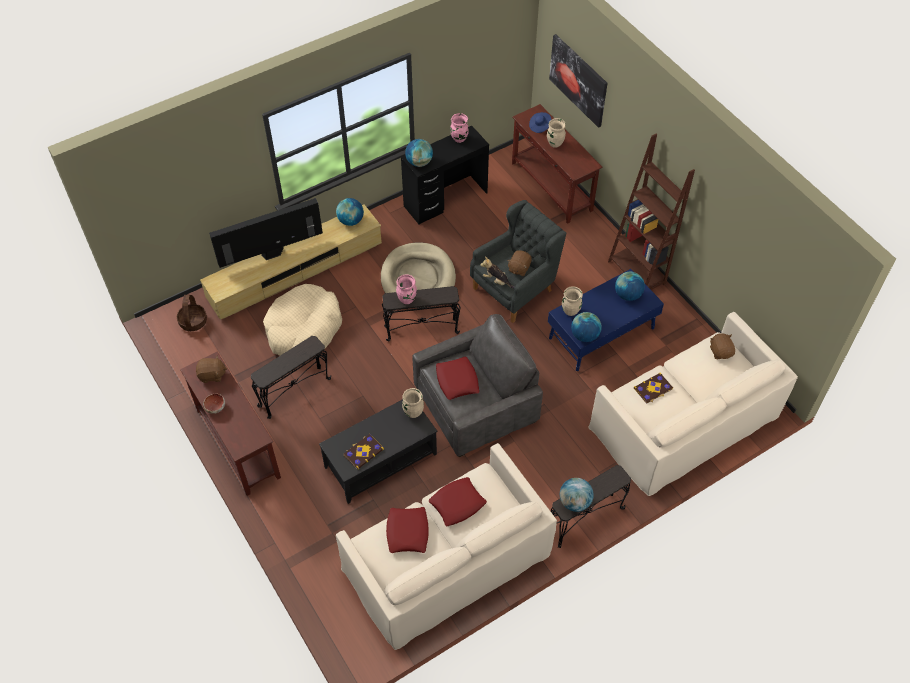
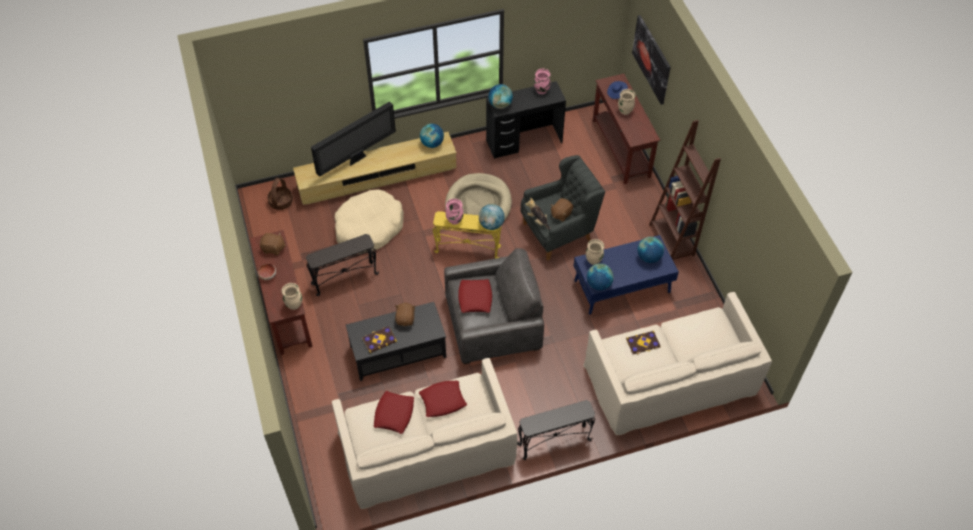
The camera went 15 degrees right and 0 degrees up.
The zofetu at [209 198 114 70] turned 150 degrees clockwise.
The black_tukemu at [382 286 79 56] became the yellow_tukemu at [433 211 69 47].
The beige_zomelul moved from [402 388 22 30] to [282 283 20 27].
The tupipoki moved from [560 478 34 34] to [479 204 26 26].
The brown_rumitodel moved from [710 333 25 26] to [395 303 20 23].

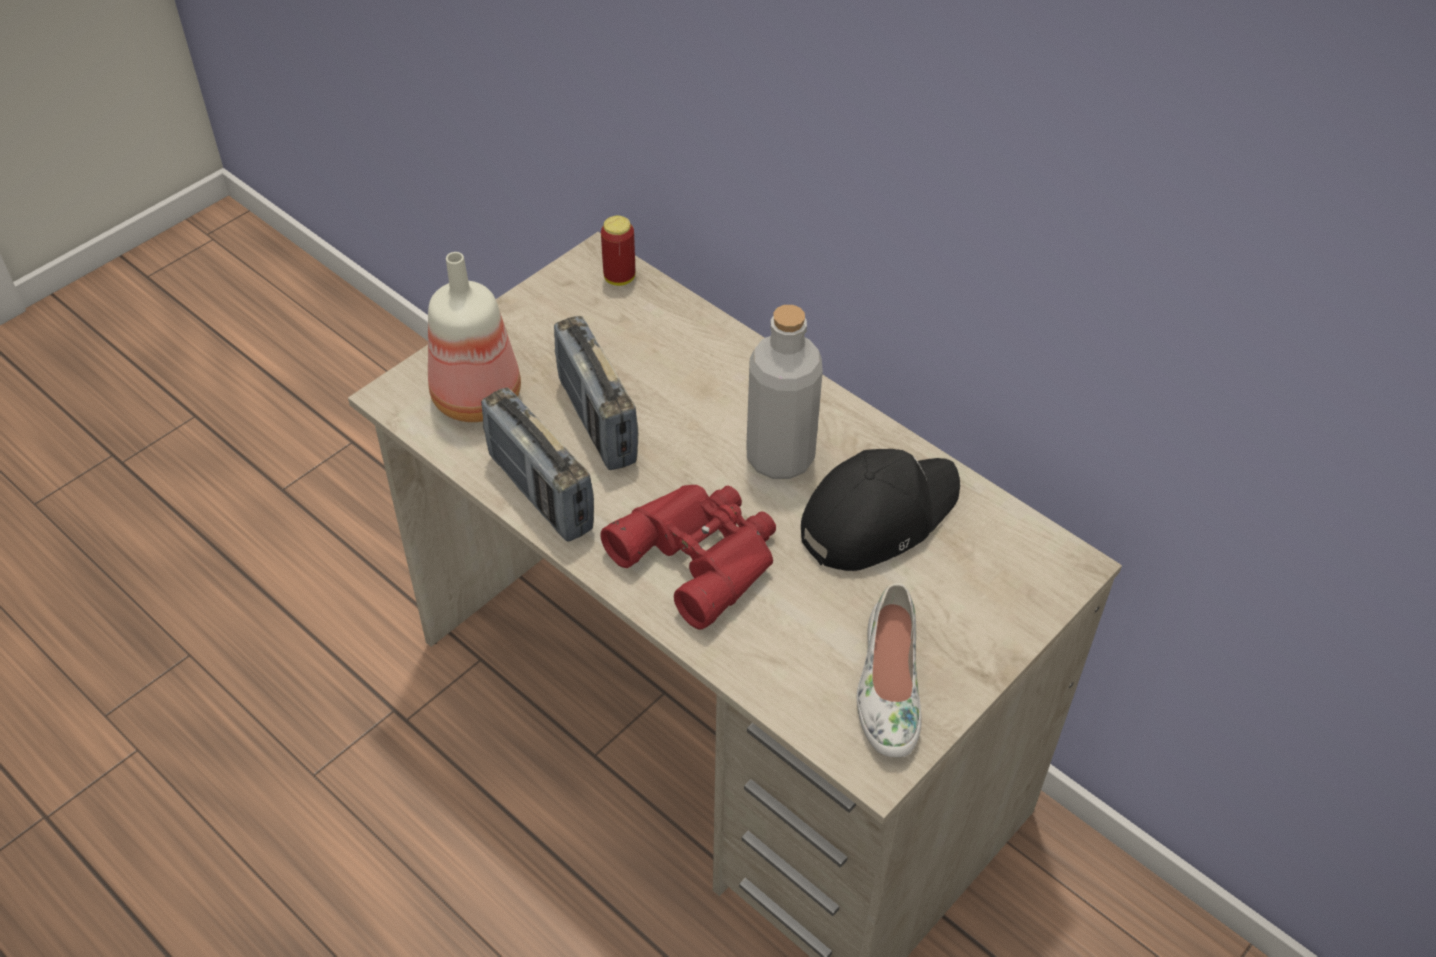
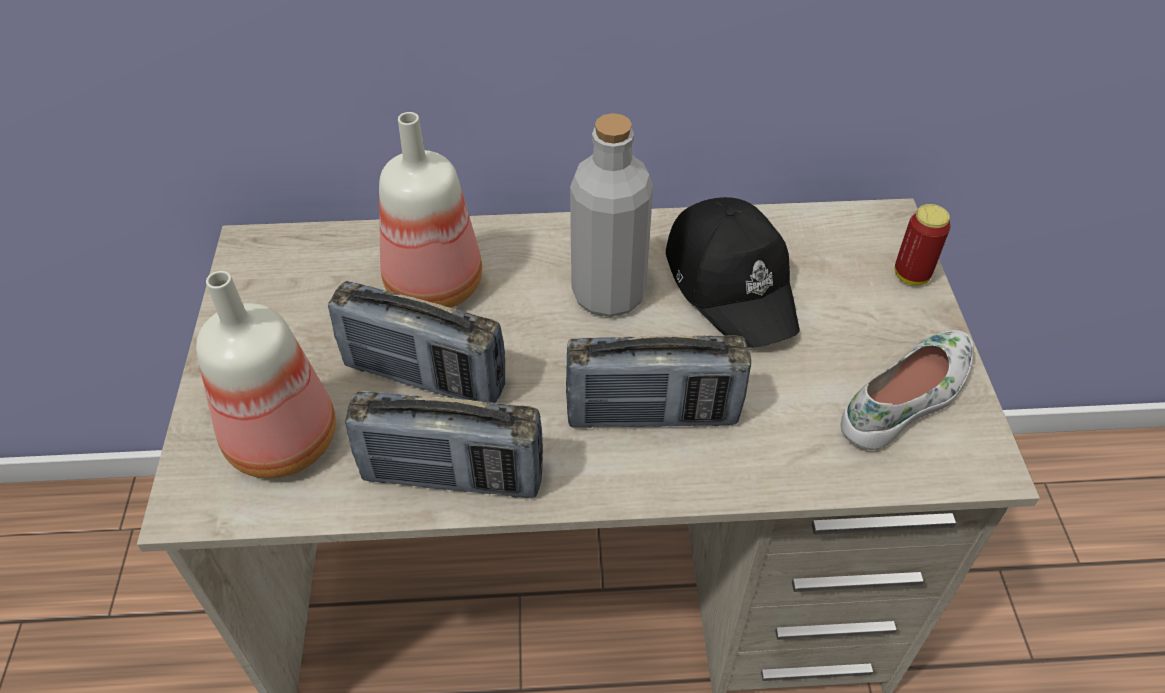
The camera went 45 degrees left and 0 degrees up.
The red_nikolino at [600 485 176 145] was replaced by the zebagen at [566 335 185 93].
The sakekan moved from [601 216 34 70] to [894 204 57 81].
The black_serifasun at [801 449 159 122] turned 150 degrees clockwise.
The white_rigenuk at [857 583 65 175] turned 90 degrees counterclockwise.
The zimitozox at [379 112 103 196] appeared.

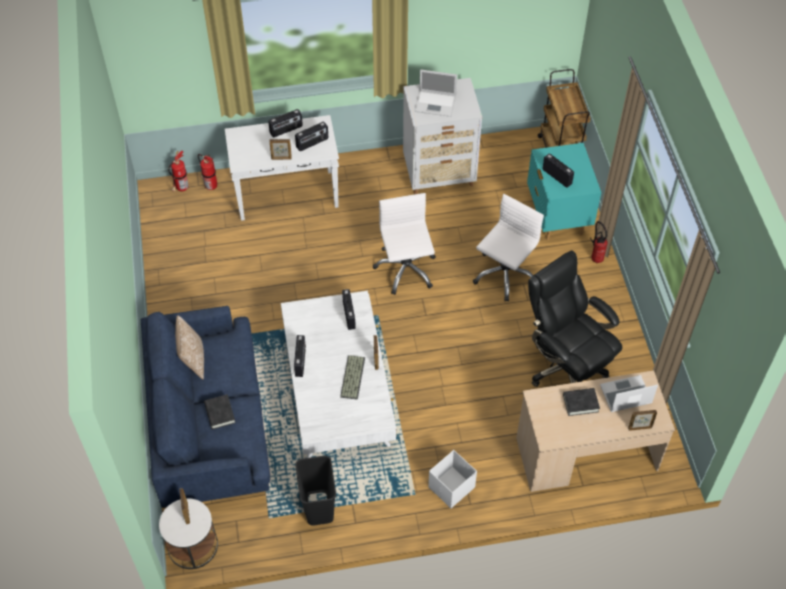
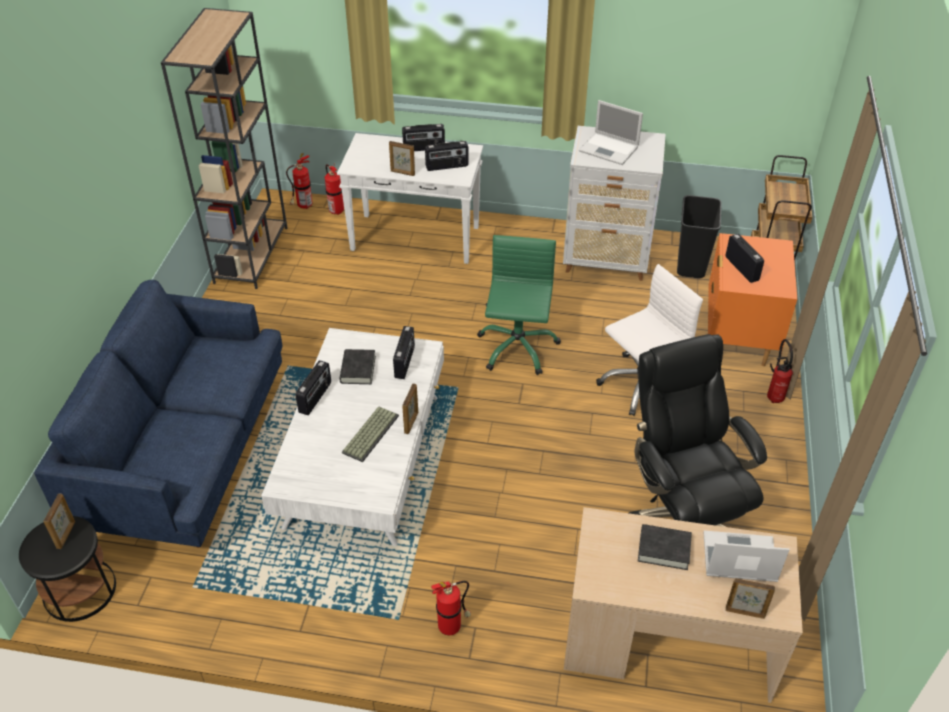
The camera went 20 degrees right and 10 degrees down.
The white_tukemu at [159 498 59 71] became the black_tukemu at [19 516 97 106].
The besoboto at [175 315 29 65] disappeared.
The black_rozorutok moved from [204 394 32 35] to [339 349 37 35].
The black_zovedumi moved from [296 456 40 70] to [677 195 45 83].
The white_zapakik at [373 193 63 102] became the green_zapakik at [477 235 84 140].
The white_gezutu at [428 450 49 58] was replaced by the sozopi at [431 581 40 54].
The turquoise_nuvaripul at [527 143 74 97] became the orange_nuvaripul at [708 233 89 133].
The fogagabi at [161 8 126 281] appeared.

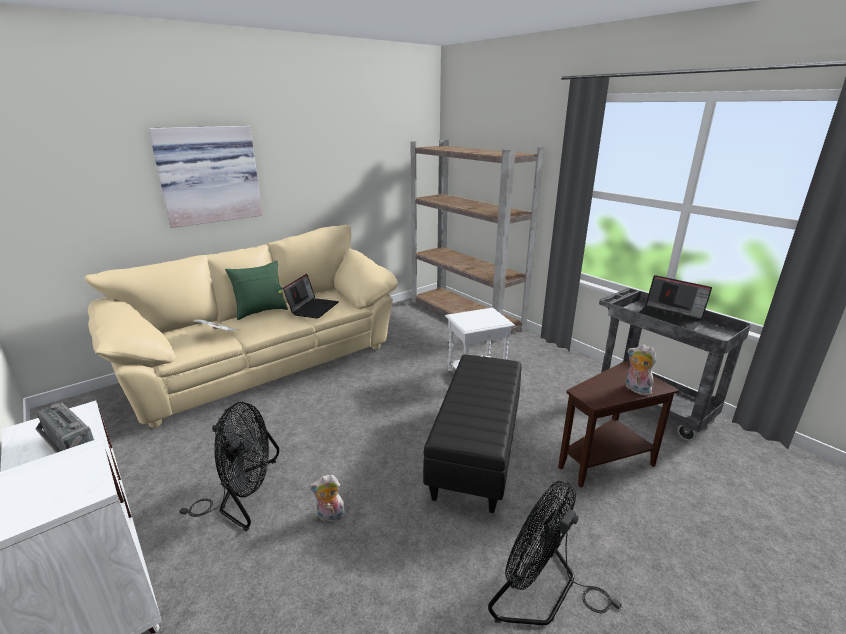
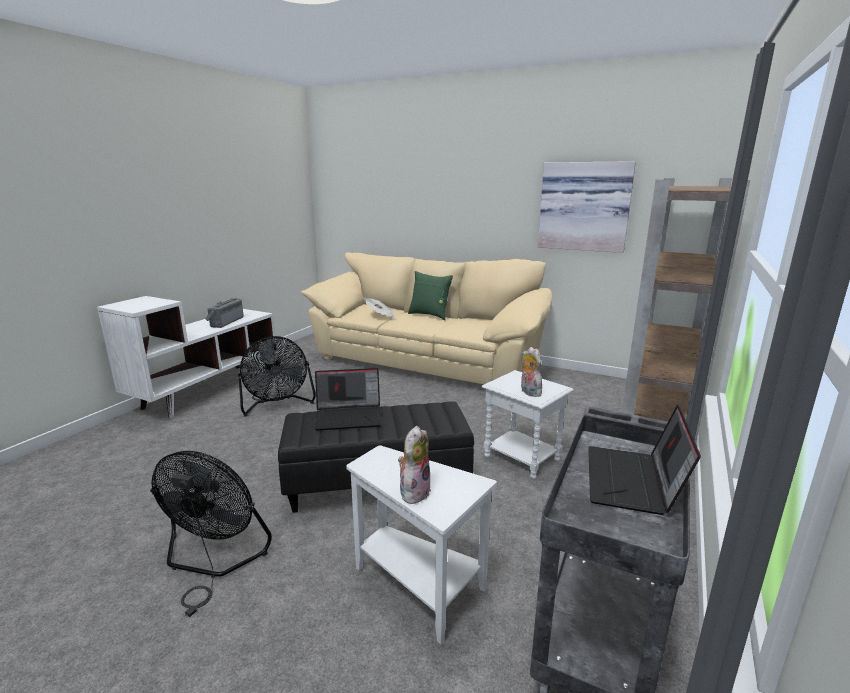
The camera went 65 degrees right and 5 degrees down.
The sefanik moved from [148 126 115 102] to [538 161 98 92].
The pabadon moved from [283 274 56 45] to [314 368 68 63].
The rumitodel moved from [309 475 36 47] to [521 347 21 50].
The brown_tukemu at [558 361 121 126] became the white_tukemu at [346 445 151 199].

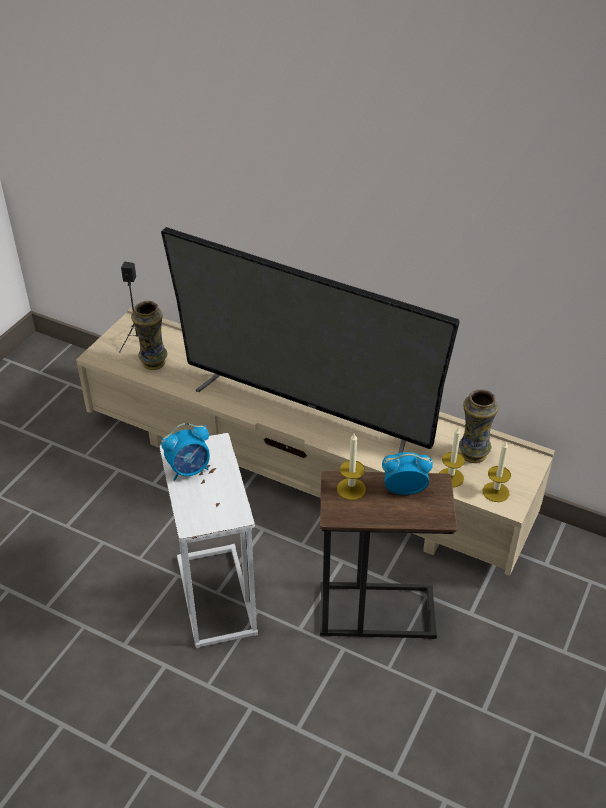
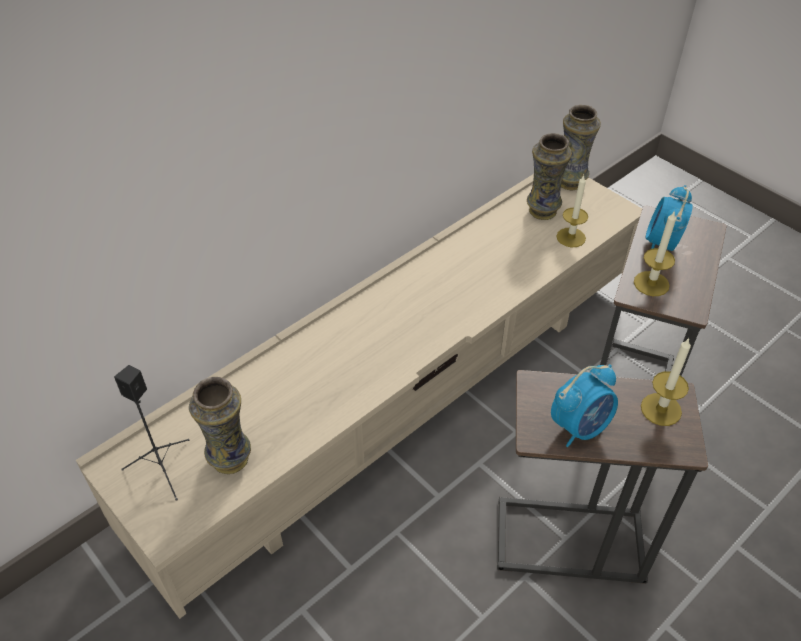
The camera went 70 degrees left and 5 degrees up.
The white_tukemu at [159 433 99 215] became the brown_tukemu at [497 370 211 214].
The zofetu at [161 227 299 226] disappeared.
The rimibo at [161 423 49 58] turned 60 degrees clockwise.
The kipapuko moved from [483 442 28 60] to [641 338 50 88].
The zomelul at [561 105 40 86] appeared.

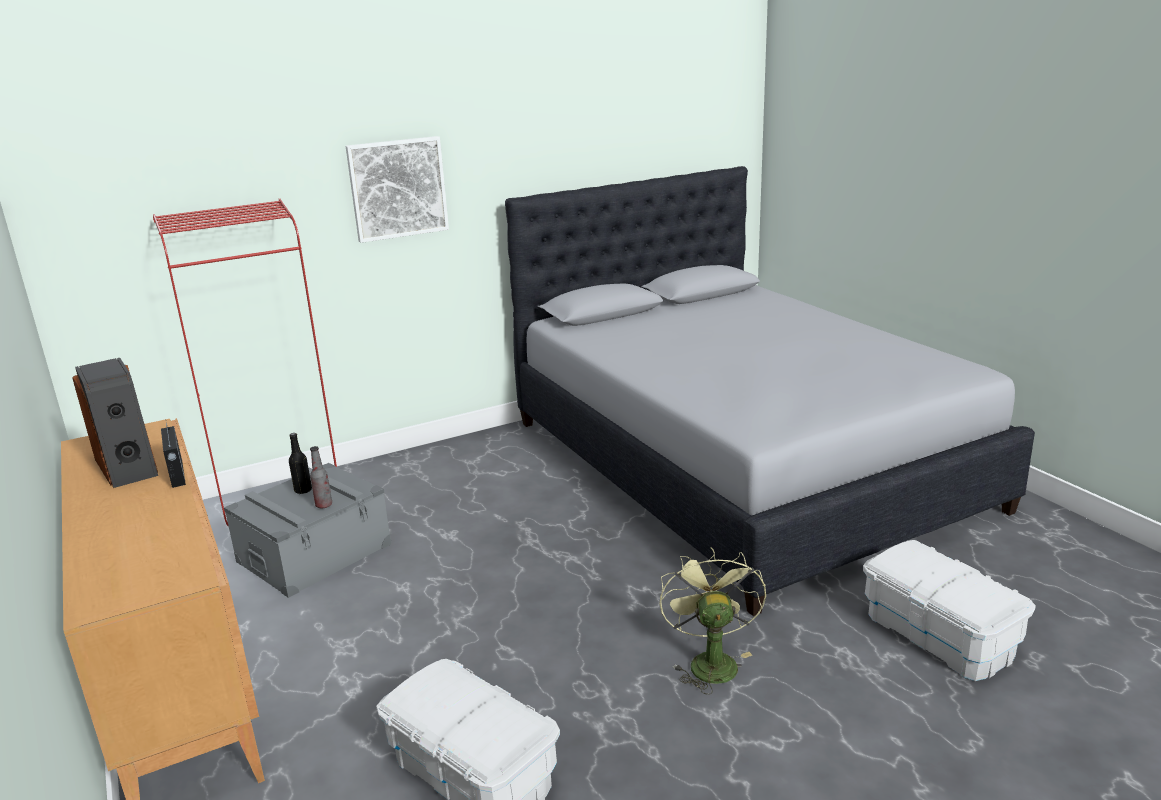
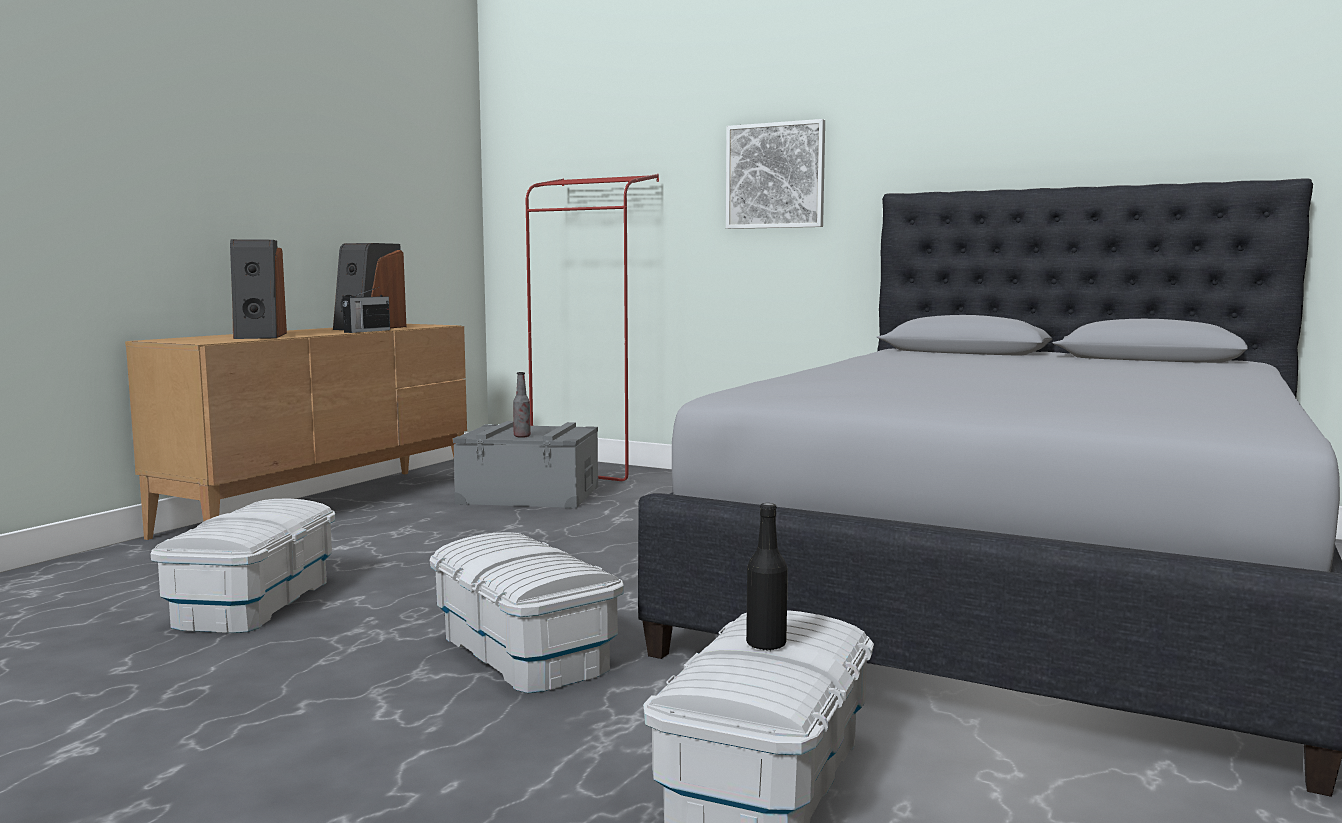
The camera went 55 degrees right and 15 degrees down.
The black_zimitozox moved from [289 433 23 61] to [746 503 42 148].
The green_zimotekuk at [660 547 106 147] was replaced by the white_gezutu at [430 532 194 161].
The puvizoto at [230 239 57 100] appeared.

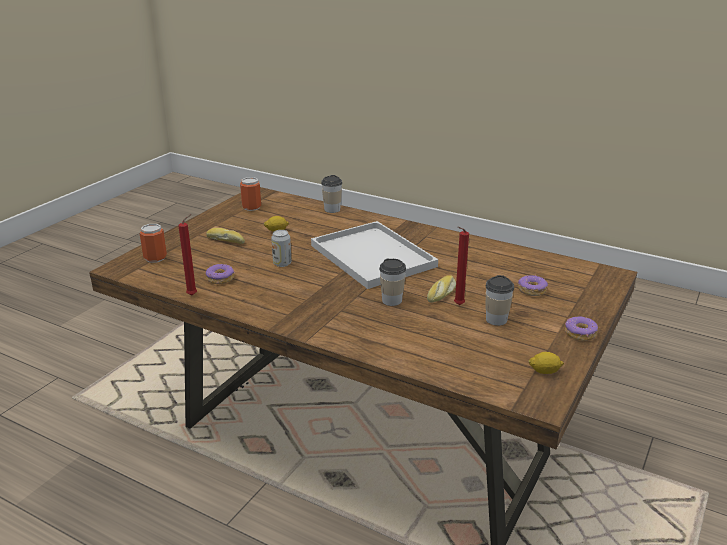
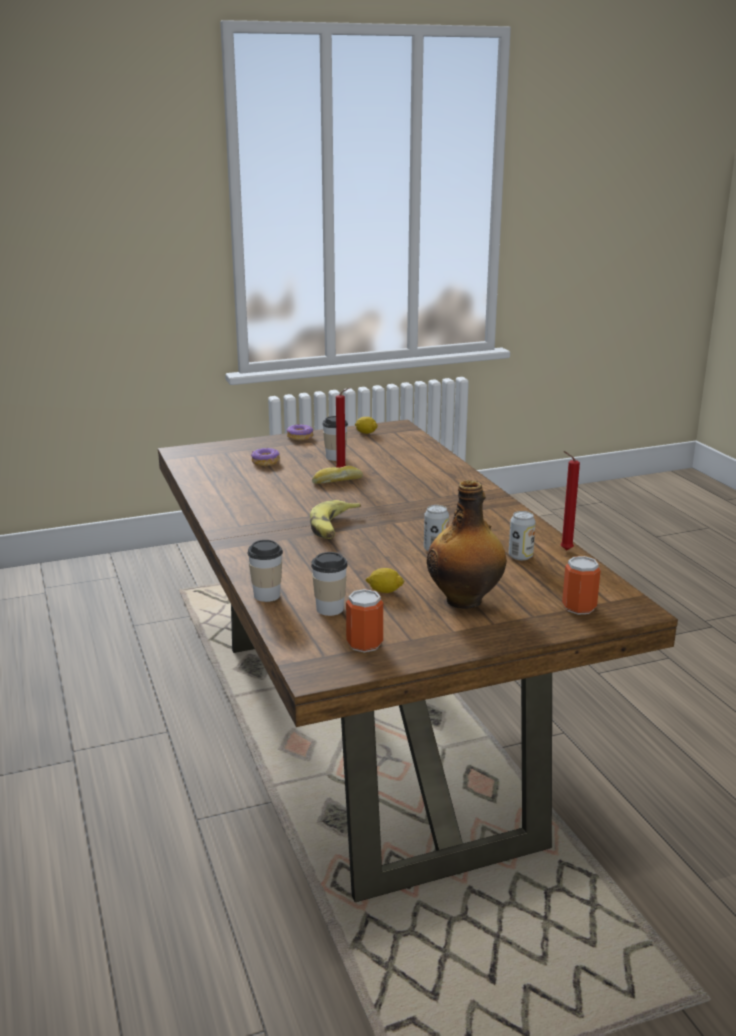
The camera went 140 degrees left and 5 degrees down.
The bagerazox at [206 228 39 16] was replaced by the zimitozox at [427 480 80 129].
The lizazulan at [206 264 29 20] was replaced by the sakekan at [509 511 27 49].
The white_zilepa at [311 221 127 68] was replaced by the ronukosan at [310 500 51 39].
The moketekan moved from [379 258 27 48] to [311 552 37 64].

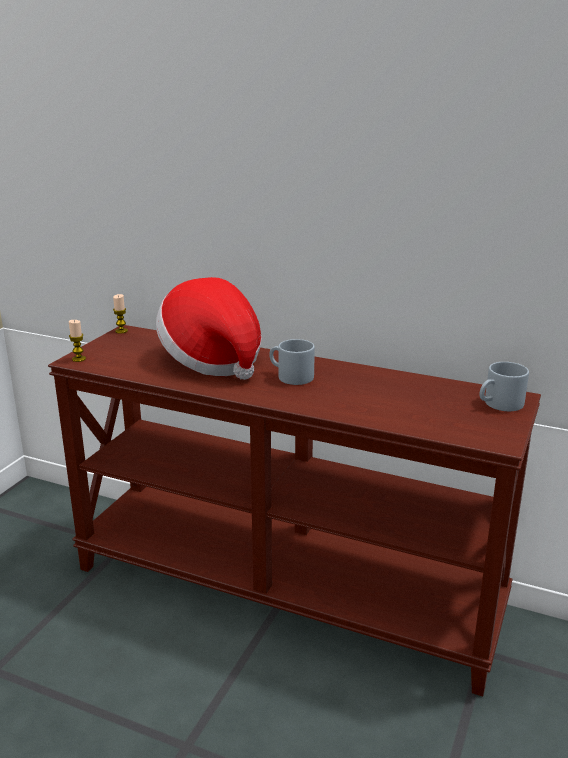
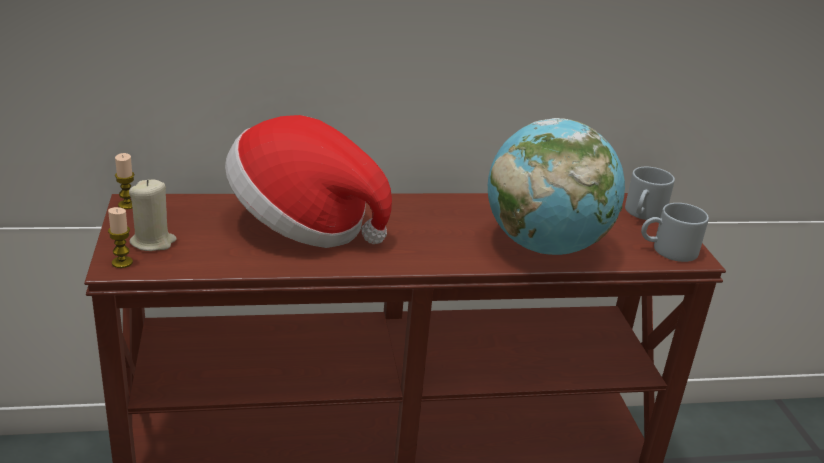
The camera went 35 degrees left and 5 degrees up.
The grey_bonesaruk moved from [269 339 46 46] to [641 203 68 59].
The beige_kipapuko at [129 179 48 72] appeared.
The tupipoki at [488 118 137 137] appeared.

